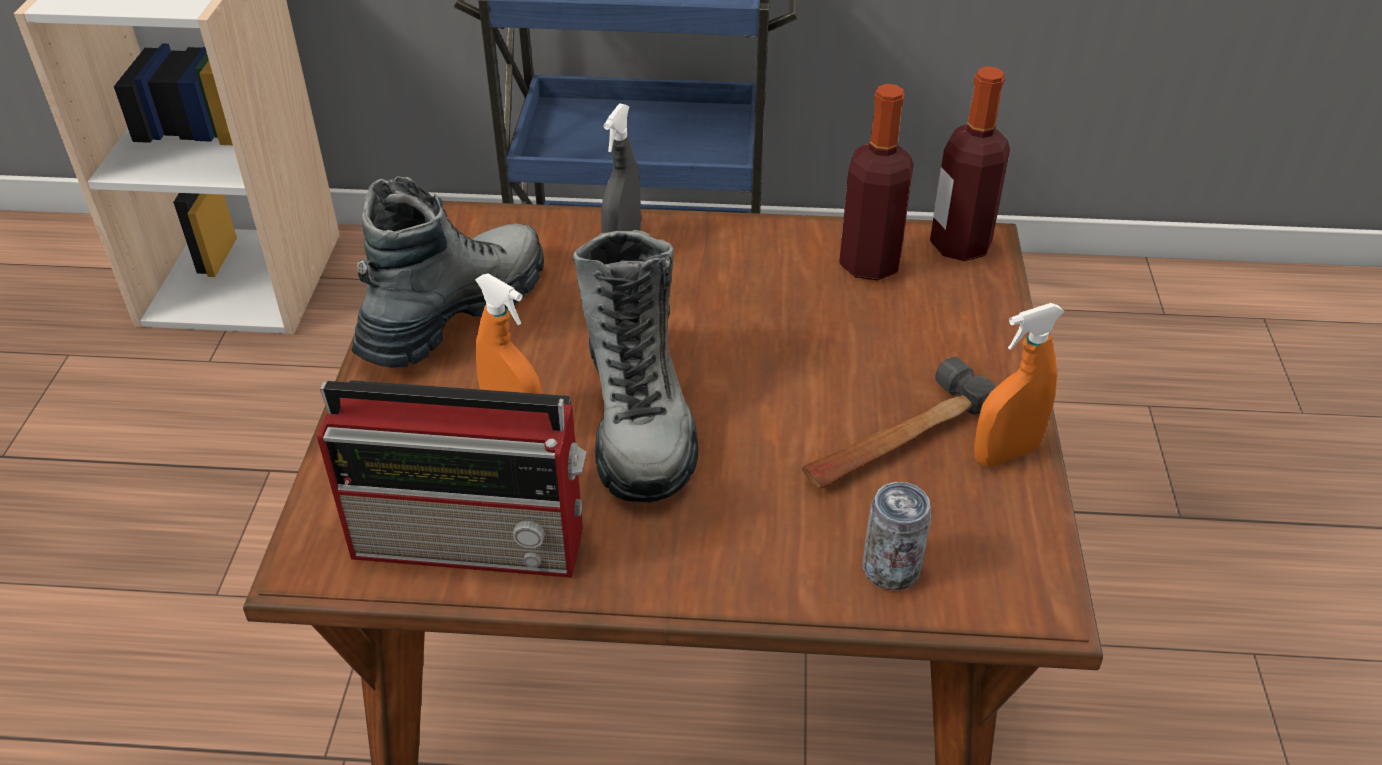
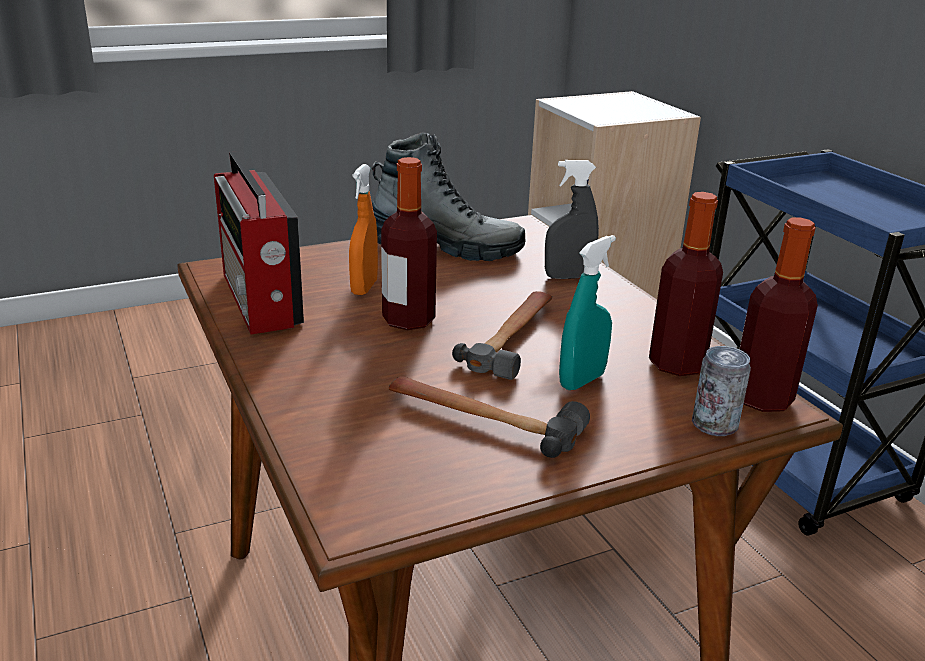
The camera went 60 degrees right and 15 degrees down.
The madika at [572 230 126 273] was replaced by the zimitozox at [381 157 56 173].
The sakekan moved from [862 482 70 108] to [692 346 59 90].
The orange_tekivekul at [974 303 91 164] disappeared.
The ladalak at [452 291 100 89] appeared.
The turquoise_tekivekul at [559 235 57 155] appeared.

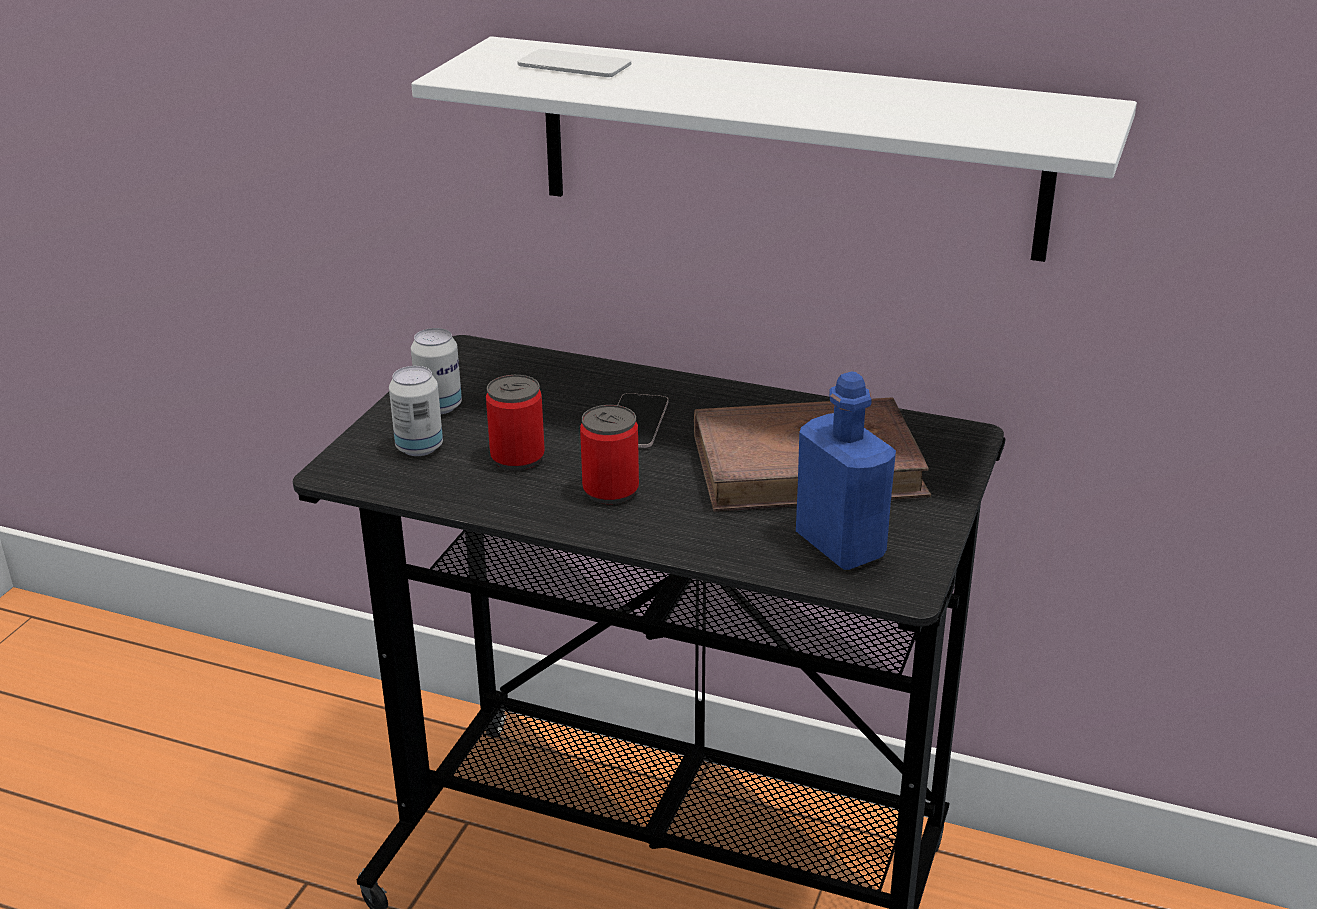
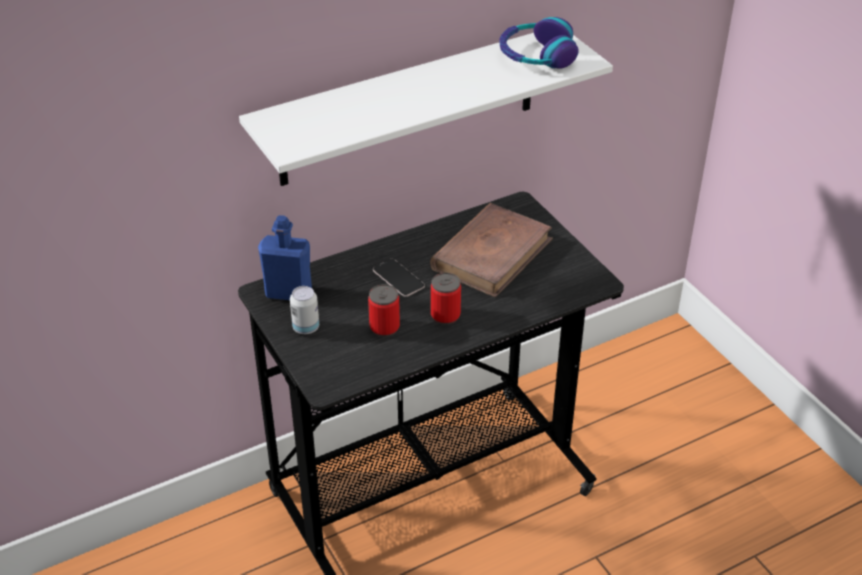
The camera went 50 degrees left and 10 degrees up.
The sakekan at [389 366 54 90] disappeared.
The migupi at [517 49 114 28] disappeared.
The blue_zimitozox moved from [796 371 100 199] to [258 215 54 85].
The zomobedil at [499 17 80 52] appeared.

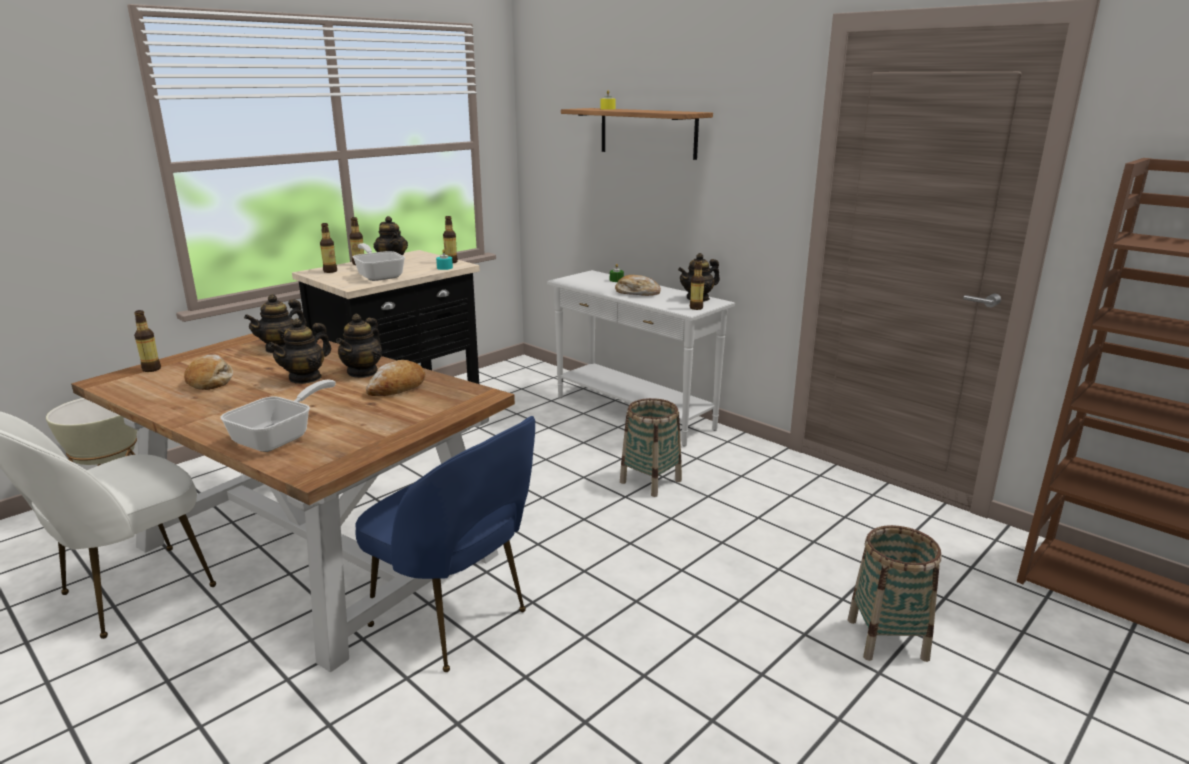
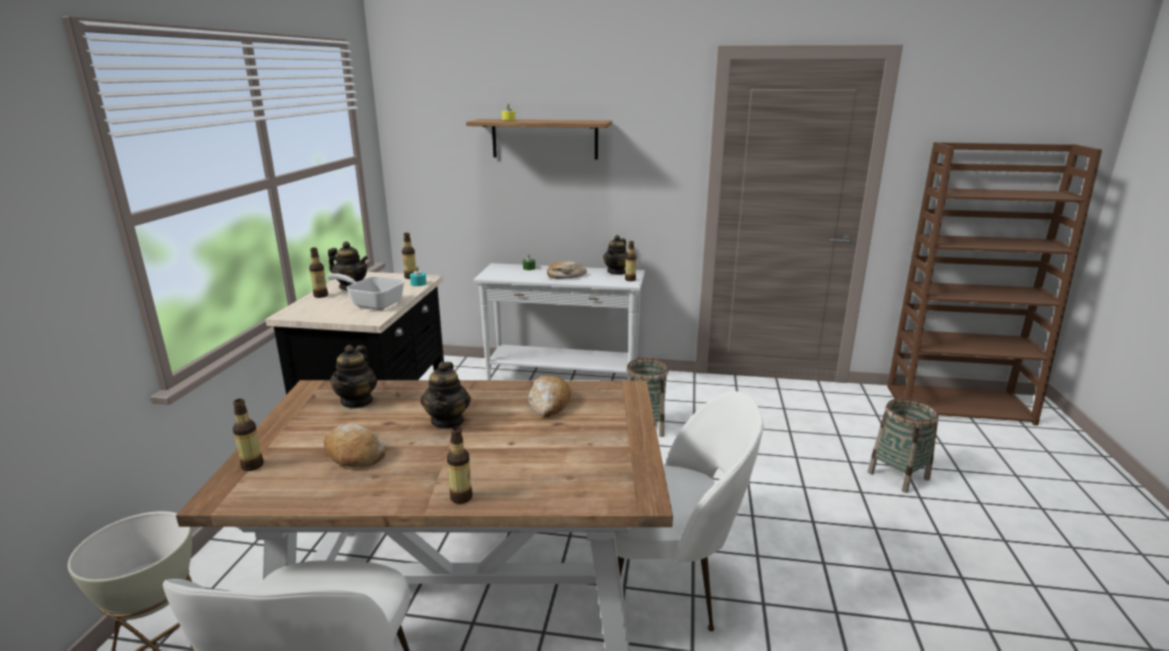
The camera went 35 degrees left and 0 degrees up.
The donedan at [220 380 116 72] disappeared.
The zimitozox moved from [320 223 17 50] to [447 426 26 78].
The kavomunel at [336 314 46 64] disappeared.
The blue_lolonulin at [355 416 180 256] became the white_lolonulin at [615 391 149 240].

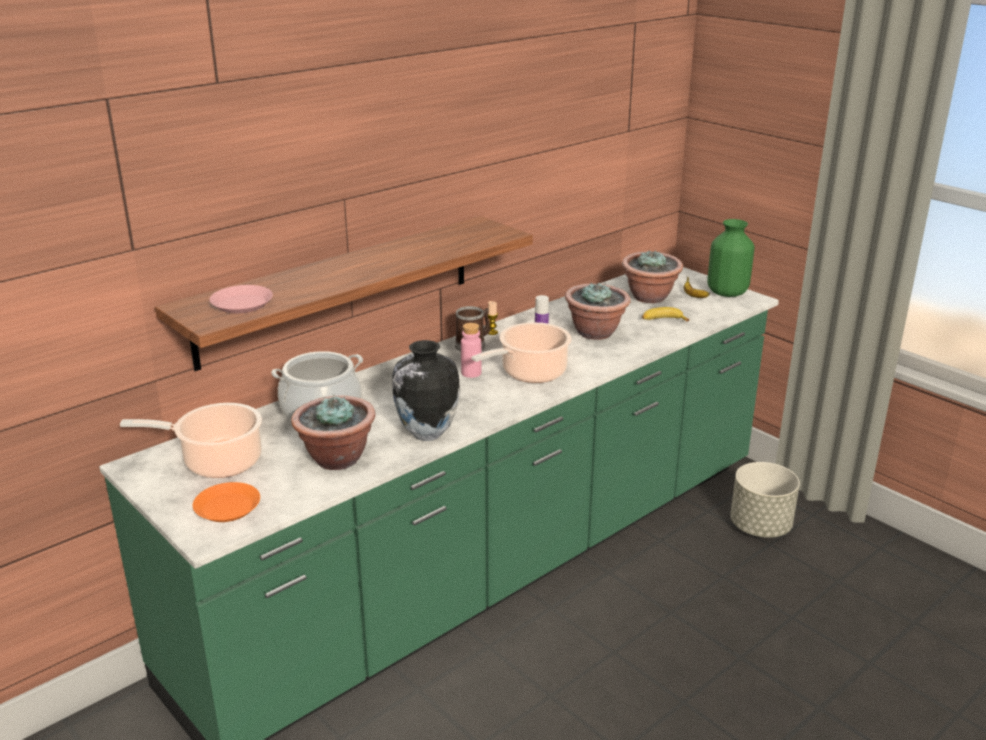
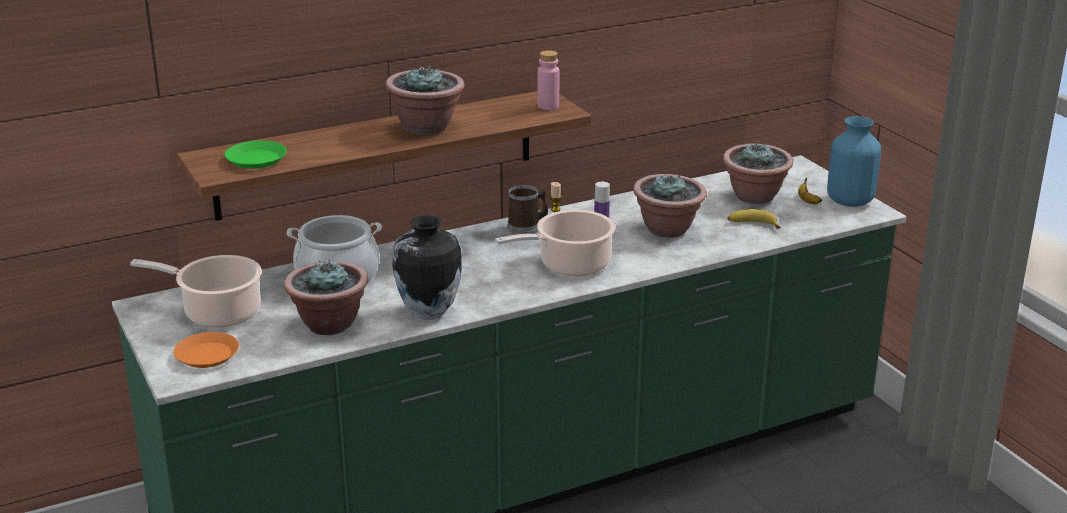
The camera went 15 degrees right and 0 degrees up.
The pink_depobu at [210 285 63 28] became the green_depobu at [224 141 63 28].
The pink_zimitozox moved from [461 323 21 55] to [538 50 21 60].
The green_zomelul at [707 219 47 78] became the blue_zomelul at [827 116 54 91].
The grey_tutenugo at [730 462 70 76] disappeared.
The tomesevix at [385 65 80 70] appeared.

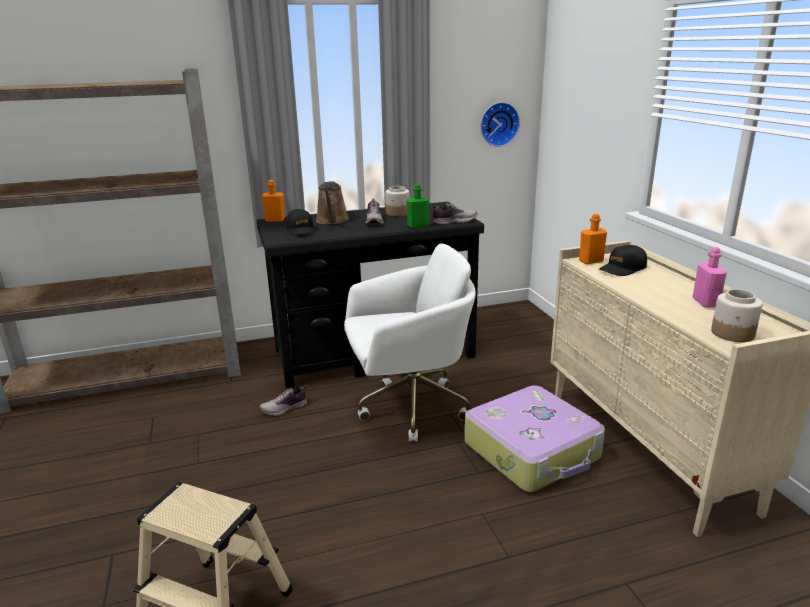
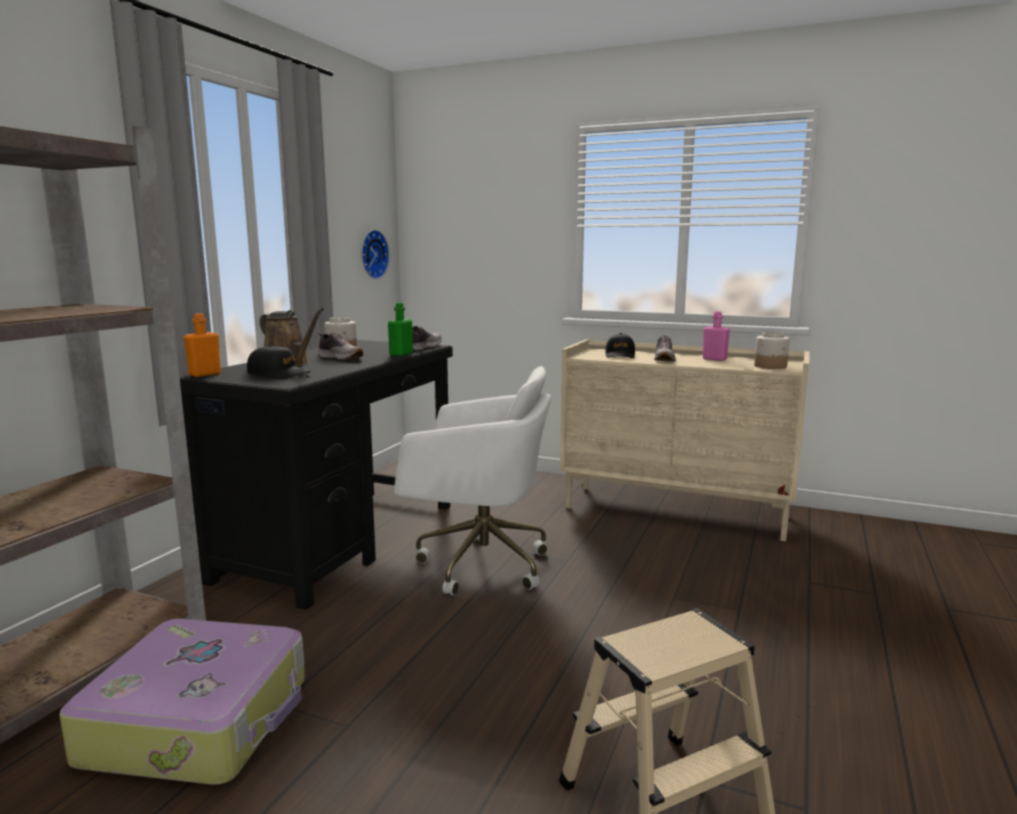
The camera went 50 degrees left and 10 degrees down.
The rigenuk moved from [259 385 48 31] to [654 335 22 26].
The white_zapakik at [344 244 132 197] turned 75 degrees clockwise.
The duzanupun moved from [465 386 140 106] to [59 619 246 166].
The orange_zimitozox at [579 214 28 50] disappeared.

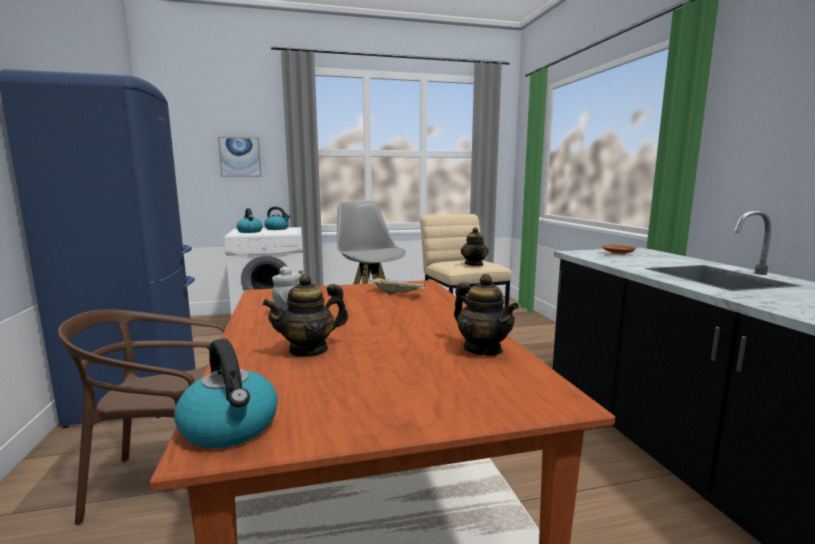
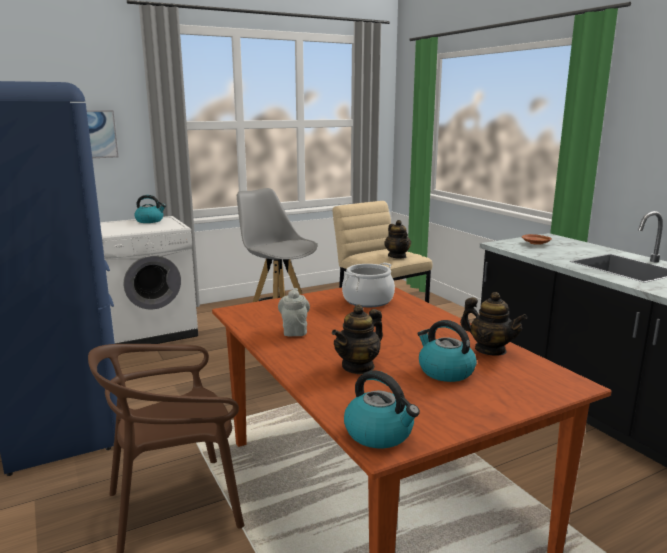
The camera went 15 degrees left and 5 degrees up.
The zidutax moved from [237 208 26 25] to [417 320 60 62].
The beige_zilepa at [369 277 57 18] was replaced by the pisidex at [342 263 53 44].

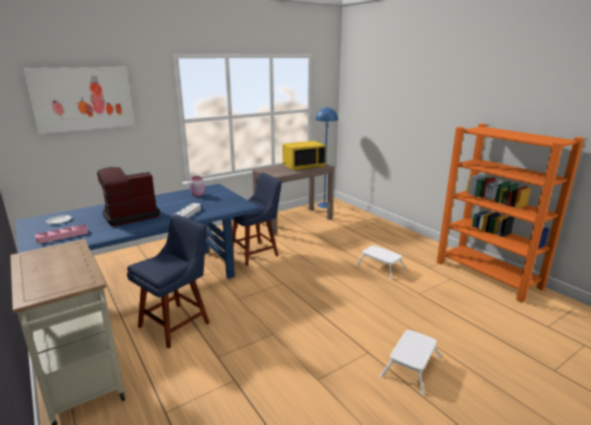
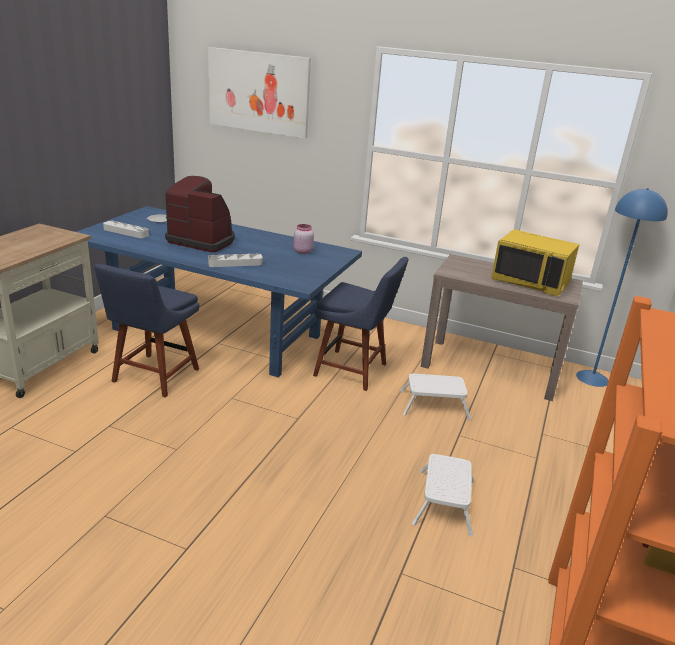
The camera went 55 degrees right and 5 degrees up.
The pink_zilepa at [35 224 53 20] became the grey_zilepa at [103 221 46 17].
The blue_lolonulin at [127 214 83 135] turned 105 degrees clockwise.
The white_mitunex moved from [380 330 61 65] to [400 374 71 46].

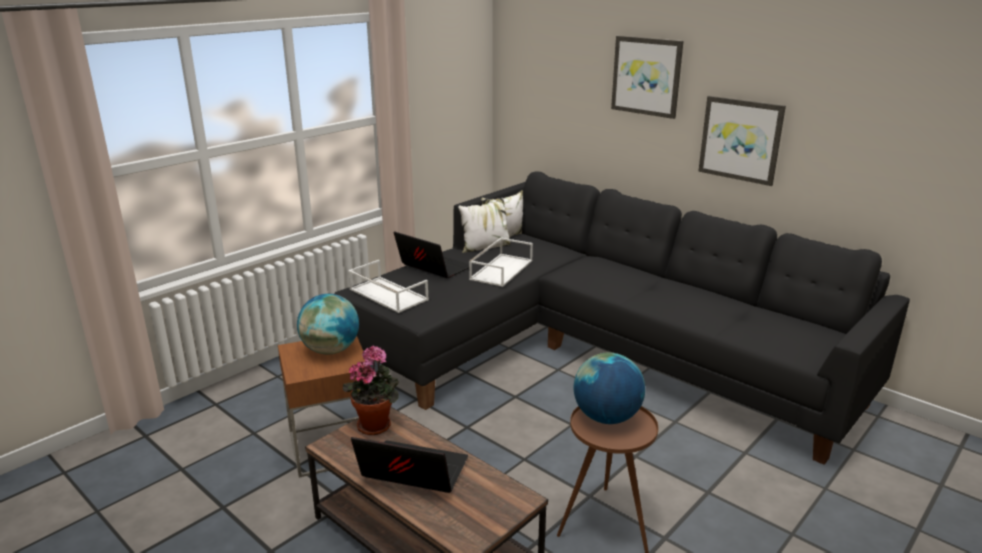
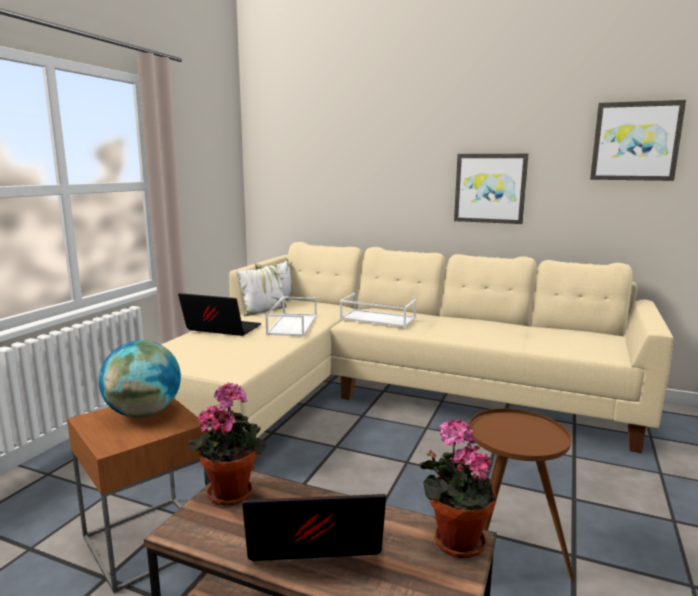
The camera went 20 degrees left and 10 degrees down.
The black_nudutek at [334 172 576 293] became the beige_nudutek at [161 242 512 229].
The white_zilepa moved from [348 260 81 53] to [340 293 76 34].
The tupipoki at [574 353 71 71] disappeared.
The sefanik moved from [611 36 73 83] to [590 100 96 81].
The tomesevix at [420 419 76 139] appeared.

